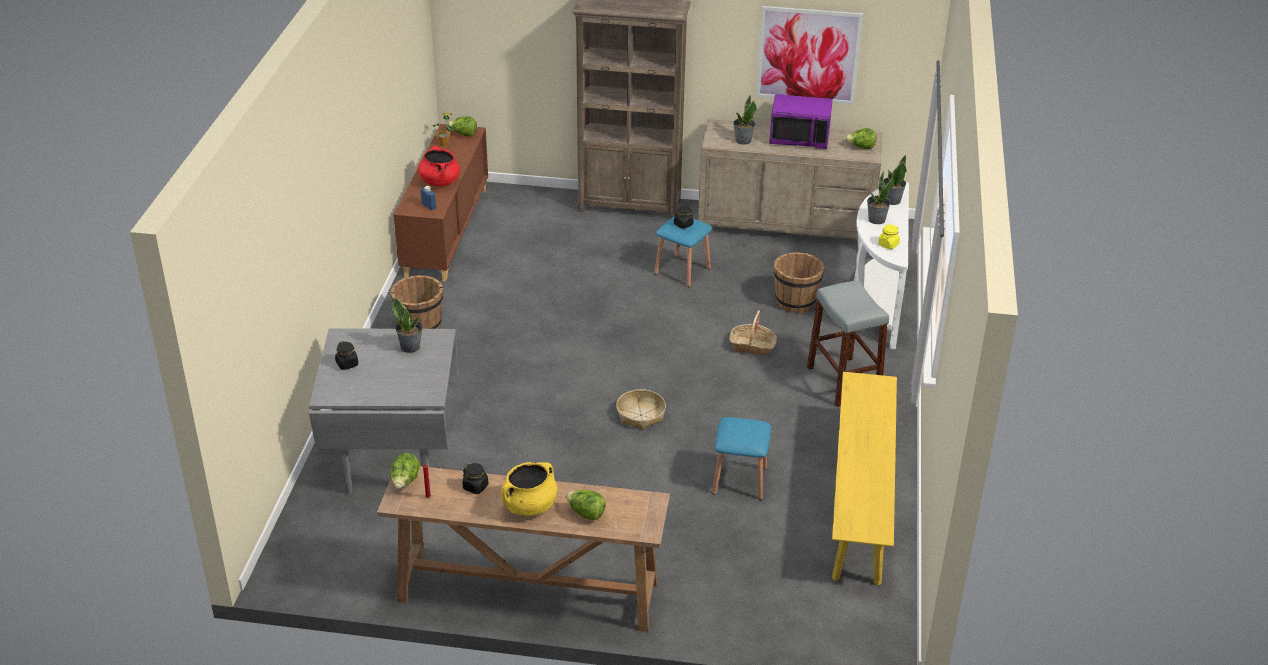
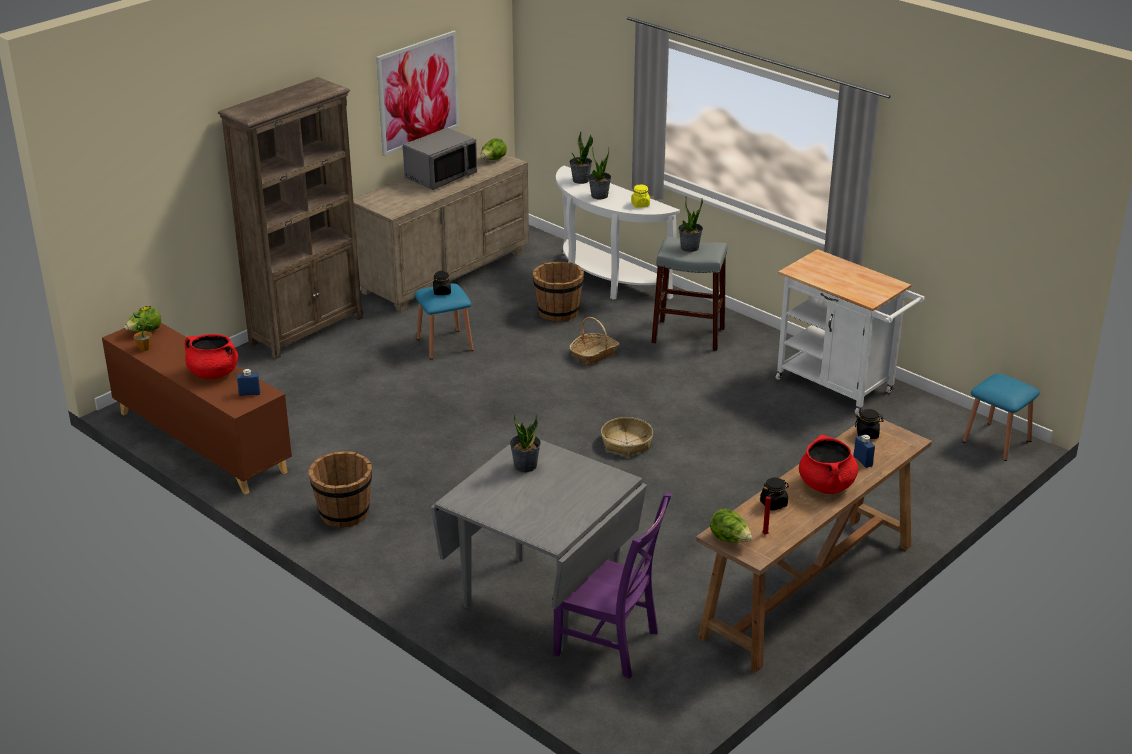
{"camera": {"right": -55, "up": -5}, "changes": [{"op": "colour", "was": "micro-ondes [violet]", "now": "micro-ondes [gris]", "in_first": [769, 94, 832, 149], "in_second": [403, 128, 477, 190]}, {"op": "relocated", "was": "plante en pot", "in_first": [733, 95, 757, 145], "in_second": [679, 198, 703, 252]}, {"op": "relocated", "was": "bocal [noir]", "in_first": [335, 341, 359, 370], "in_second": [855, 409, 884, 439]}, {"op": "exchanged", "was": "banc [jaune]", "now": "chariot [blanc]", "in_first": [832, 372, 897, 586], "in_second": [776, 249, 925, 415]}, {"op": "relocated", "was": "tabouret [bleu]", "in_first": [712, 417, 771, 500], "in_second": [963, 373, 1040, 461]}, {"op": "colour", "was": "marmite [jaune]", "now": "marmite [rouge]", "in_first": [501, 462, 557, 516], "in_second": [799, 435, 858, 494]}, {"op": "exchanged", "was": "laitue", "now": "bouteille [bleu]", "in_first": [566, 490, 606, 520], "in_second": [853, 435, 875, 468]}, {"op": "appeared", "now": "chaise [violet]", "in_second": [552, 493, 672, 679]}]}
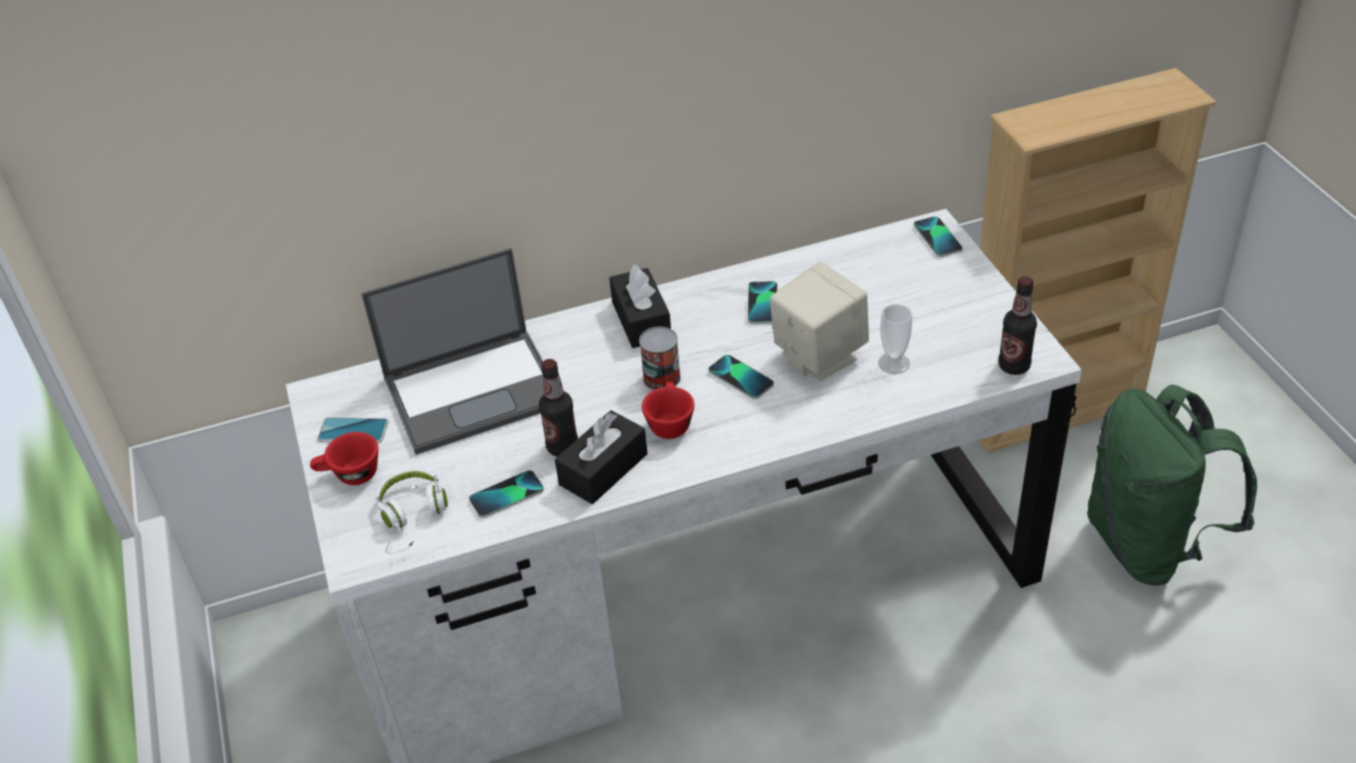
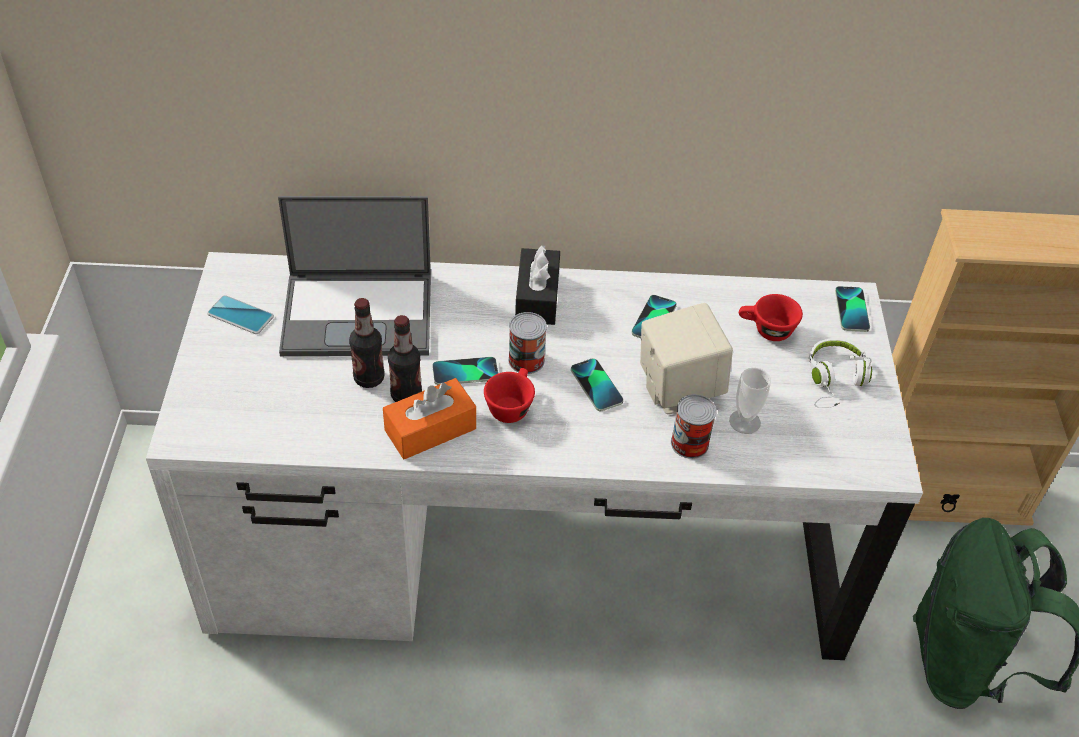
{"camera": {"right": 15, "up": 5}, "changes": [{"op": "relocated", "was": "bouteille", "in_first": [998, 276, 1037, 375], "in_second": [349, 298, 385, 388]}, {"op": "colour", "was": "boîte à mouchoirs [noir]", "now": "boîte à mouchoirs [orange]", "in_first": [555, 410, 648, 504], "in_second": [383, 378, 476, 459]}, {"op": "relocated", "was": "tasse [rouge]", "in_first": [310, 432, 378, 485], "in_second": [739, 294, 803, 341]}, {"op": "relocated", "was": "casque audio [blanc]", "in_first": [376, 469, 448, 554], "in_second": [808, 339, 872, 408]}, {"op": "relocated", "was": "téléphone", "in_first": [469, 470, 544, 518], "in_second": [432, 357, 498, 385]}, {"op": "appeared", "now": "boîte métallique", "in_second": [671, 394, 717, 459]}]}
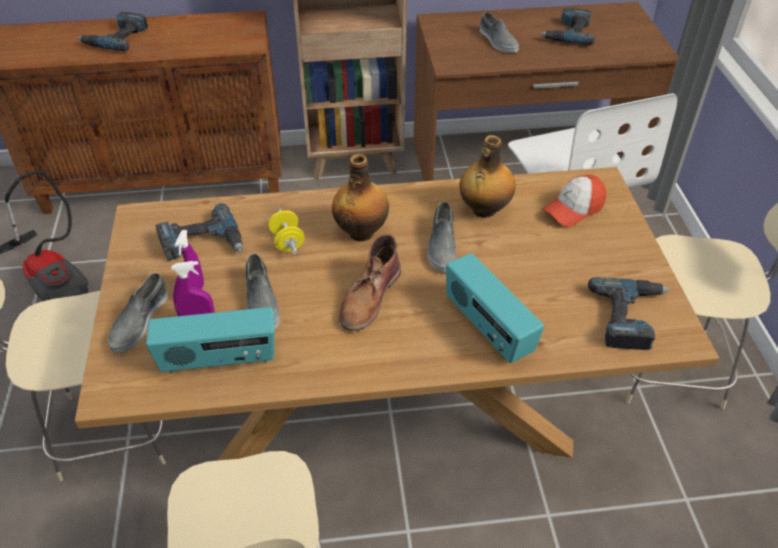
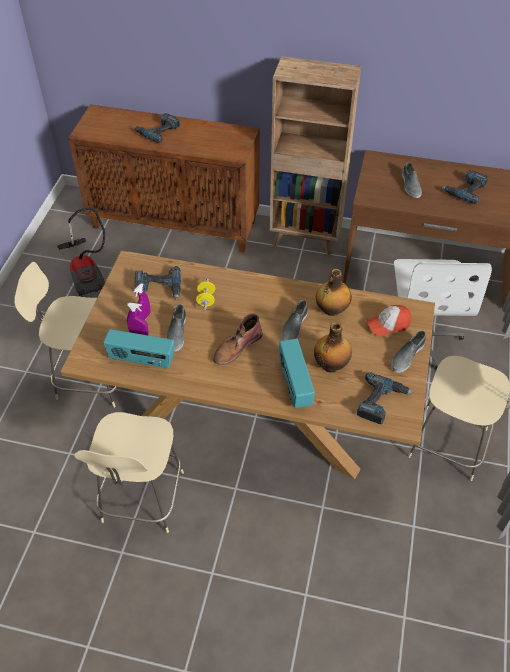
{"camera": {"right": 20, "up": 5}, "changes": [{"op": "relocated", "was": "bouteille", "in_first": [332, 154, 389, 241], "in_second": [314, 322, 352, 373]}, {"op": "relocated", "was": "chaussure [gris]", "in_first": [108, 273, 168, 353], "in_second": [391, 331, 426, 373]}]}
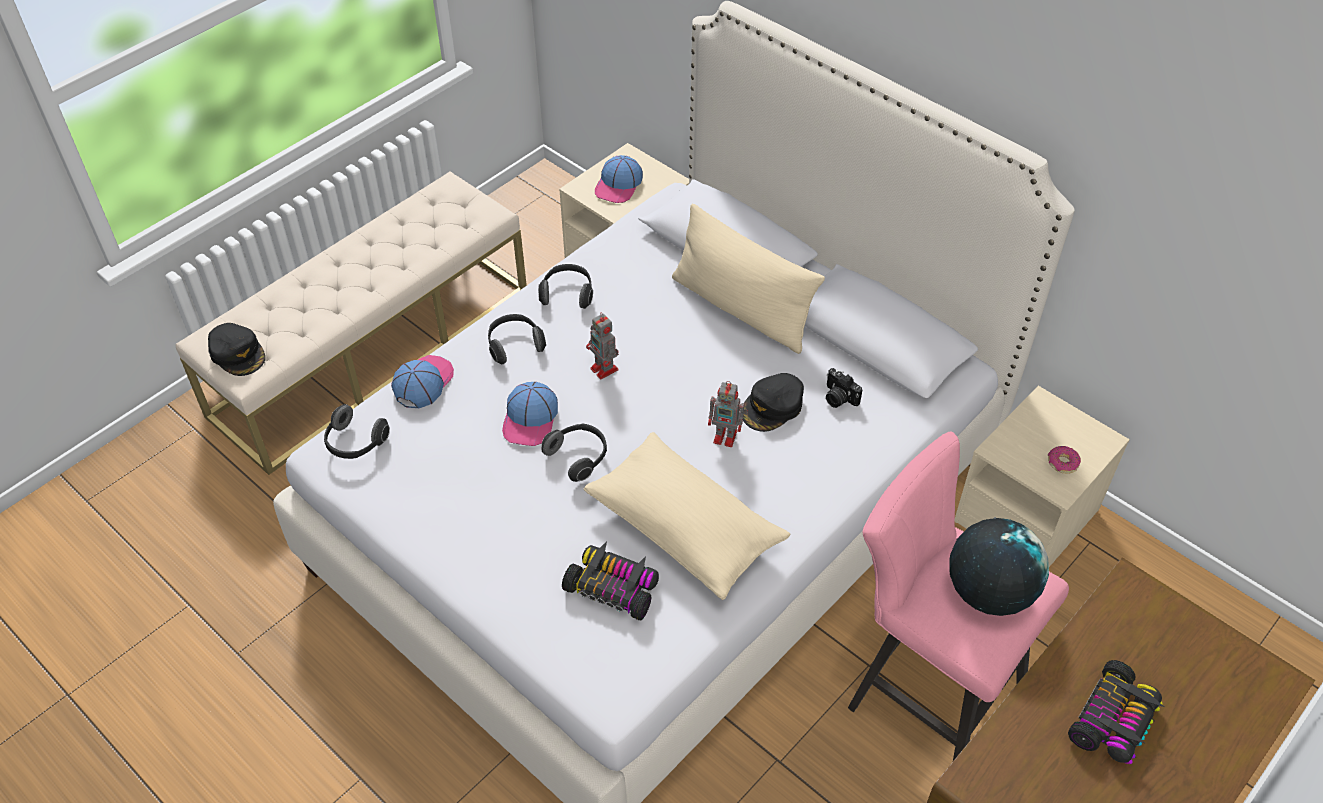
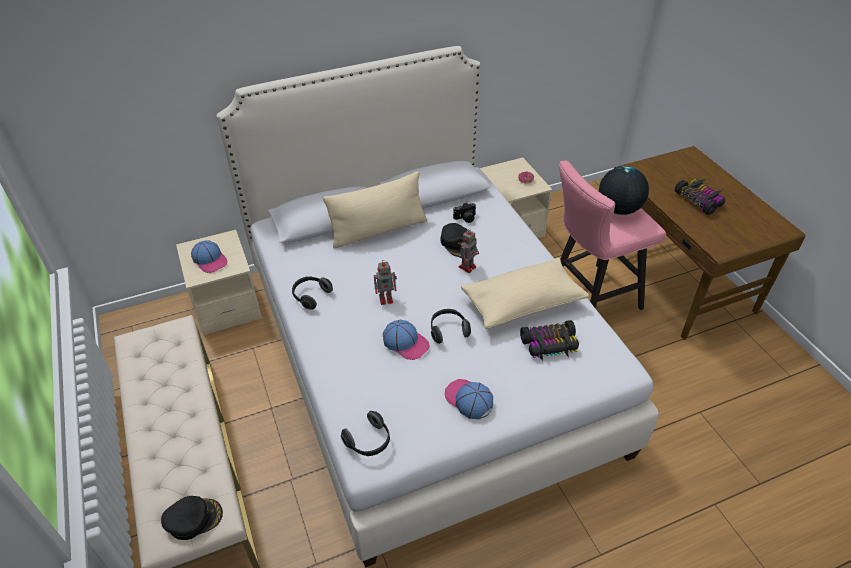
{"camera": {"right": -65, "up": -5}, "changes": [{"op": "missing", "was": "casque audio", "in_first": [488, 314, 546, 365]}, {"op": "relocated", "was": "casquette", "in_first": [391, 355, 454, 408], "in_second": [445, 379, 493, 419]}, {"op": "spun", "was": "petite voiture", "in_first": [562, 541, 659, 621], "in_second": [520, 320, 579, 361], "clockwise": -150}]}
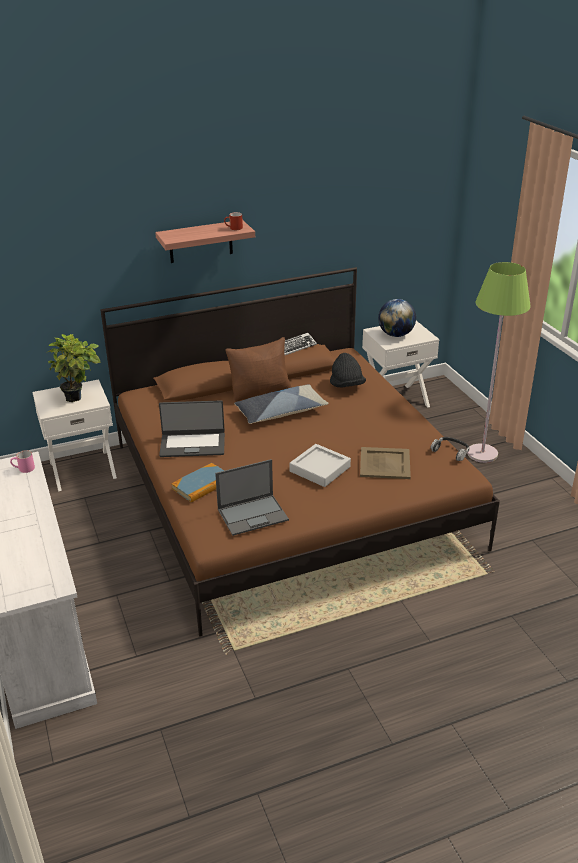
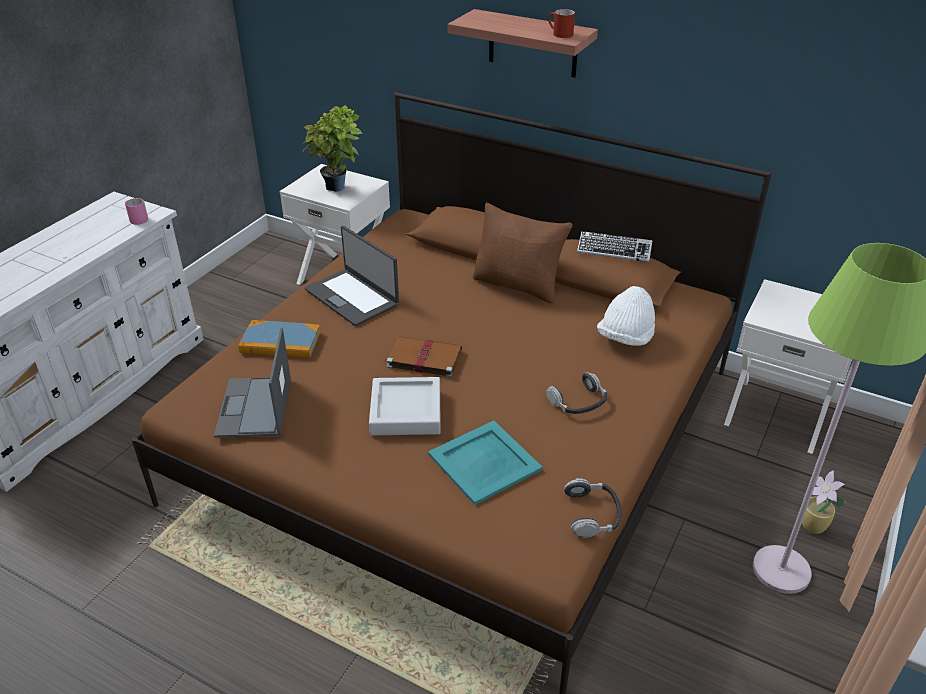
{"camera": {"right": 50, "up": 5}, "changes": [{"op": "missing", "was": "globe", "in_first": [378, 299, 416, 337]}, {"op": "colour", "was": "chapeau [noir]", "now": "chapeau [blanc]", "in_first": [330, 353, 366, 387], "in_second": [597, 286, 655, 346]}, {"op": "missing", "was": "coussin", "in_first": [234, 385, 328, 424]}, {"op": "colour", "was": "plateau [beige]", "now": "plateau [turquoise]", "in_first": [360, 447, 411, 479], "in_second": [428, 421, 543, 505]}, {"op": "spun", "was": "ordinateur portable", "in_first": [215, 459, 289, 536], "in_second": [214, 328, 291, 438], "clockwise": 60}, {"op": "appeared", "now": "livre [marron]", "in_second": [383, 336, 462, 377]}, {"op": "appeared", "now": "casque audio", "in_second": [546, 372, 607, 414]}, {"op": "appeared", "now": "plante en pot", "in_second": [802, 470, 846, 534]}]}
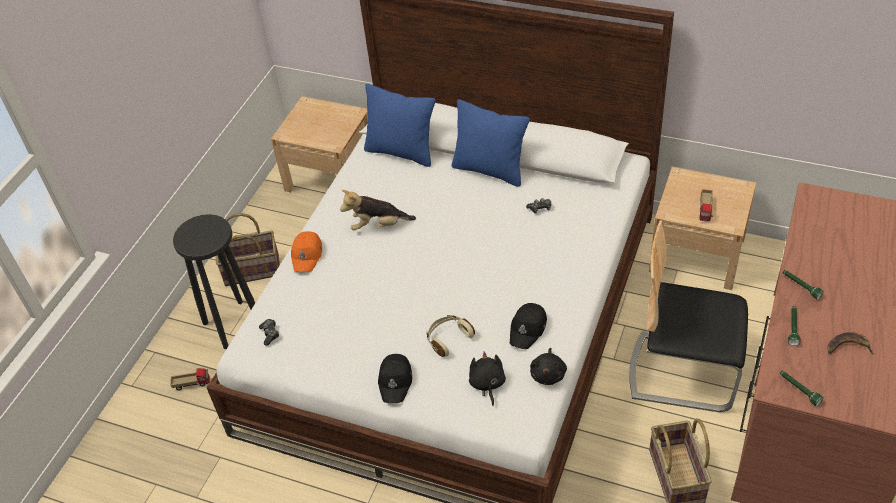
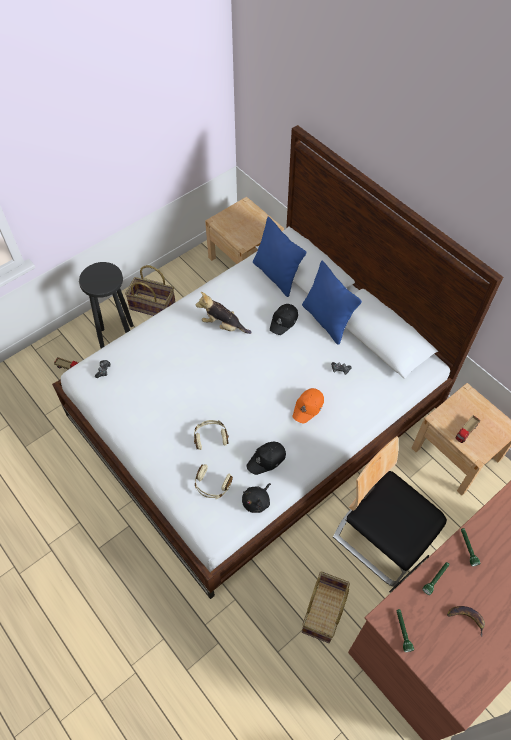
{"camera": {"right": 25, "up": 10}, "changes": [{"op": "relocated", "was": "casquette [orange]", "in_first": [291, 231, 322, 272], "in_second": [293, 388, 324, 423]}, {"op": "exchanged", "was": "peluche [noir]", "now": "casque audio [beige]", "in_first": [469, 352, 506, 406], "in_second": [195, 464, 233, 499]}, {"op": "relocated", "was": "casquette [noir]", "in_first": [378, 354, 412, 403], "in_second": [270, 304, 298, 335]}]}
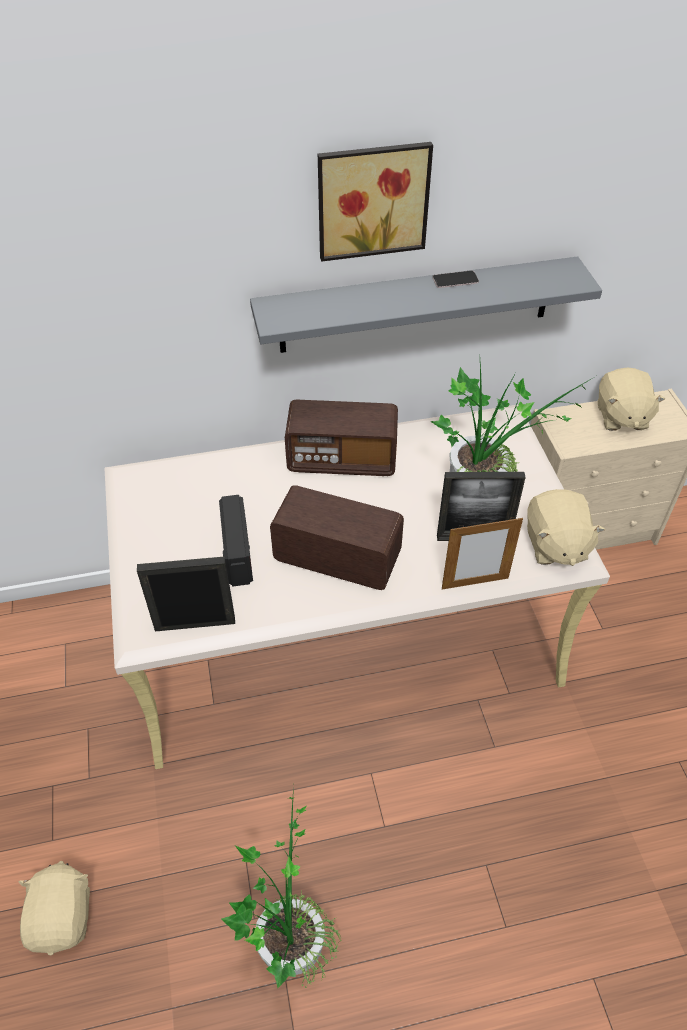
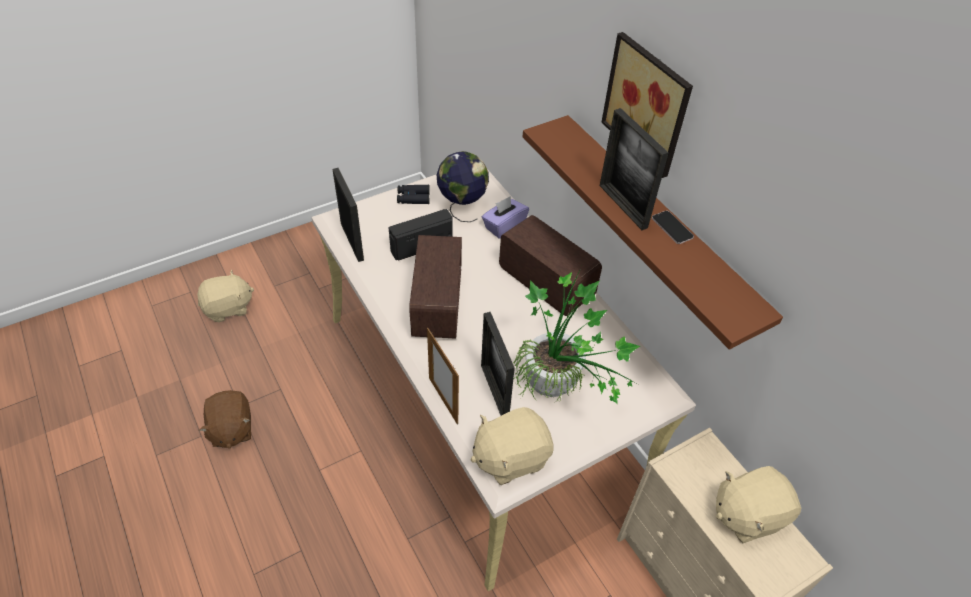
{"camera": {"right": 70, "up": 0}, "changes": [{"op": "colour", "was": "étagère [gris]", "now": "étagère [marron]", "in_first": [250, 256, 602, 353], "in_second": [523, 115, 783, 350]}, {"op": "spun", "was": "radio", "in_first": [285, 400, 398, 476], "in_second": [499, 215, 602, 316], "clockwise": 150}, {"op": "exchanged", "was": "plante en pot", "now": "peluche [marron]", "in_first": [221, 785, 341, 988], "in_second": [199, 390, 251, 449]}, {"op": "appeared", "now": "cadre photo", "in_second": [600, 108, 669, 230]}, {"op": "appeared", "now": "globe", "in_second": [437, 151, 489, 222]}, {"op": "appeared", "now": "jumelles [noir]", "in_second": [397, 185, 430, 204]}, {"op": "appeared", "now": "boîte à mouchoirs [violet]", "in_second": [482, 196, 529, 239]}]}
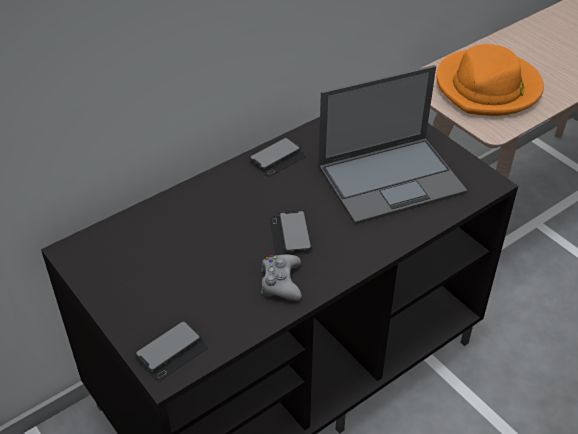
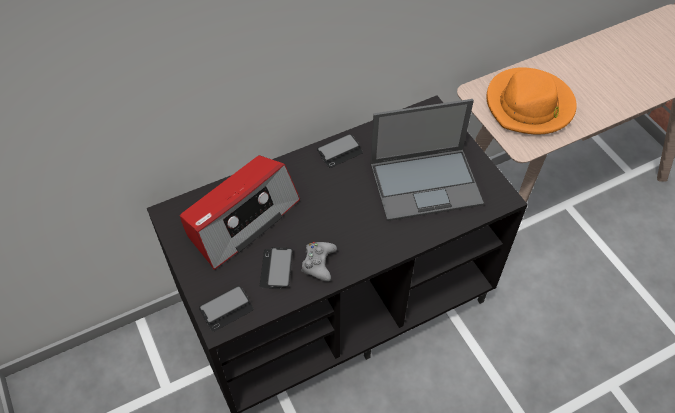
{"camera": {"right": 10, "up": 10}, "changes": [{"op": "relocated", "was": "téléphone", "in_first": [270, 210, 312, 255], "in_second": [260, 247, 293, 289]}, {"op": "appeared", "now": "radio", "in_second": [180, 155, 300, 270]}]}
